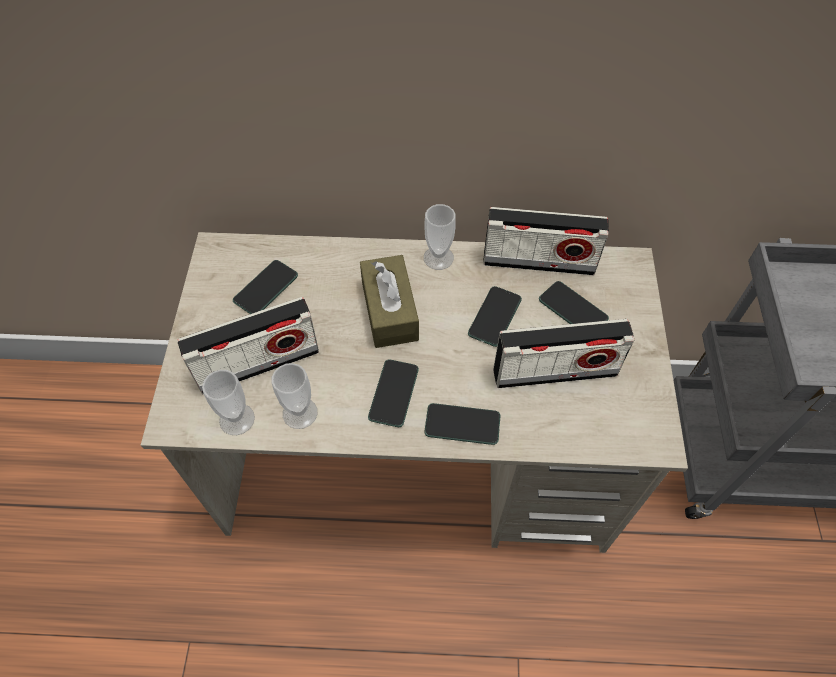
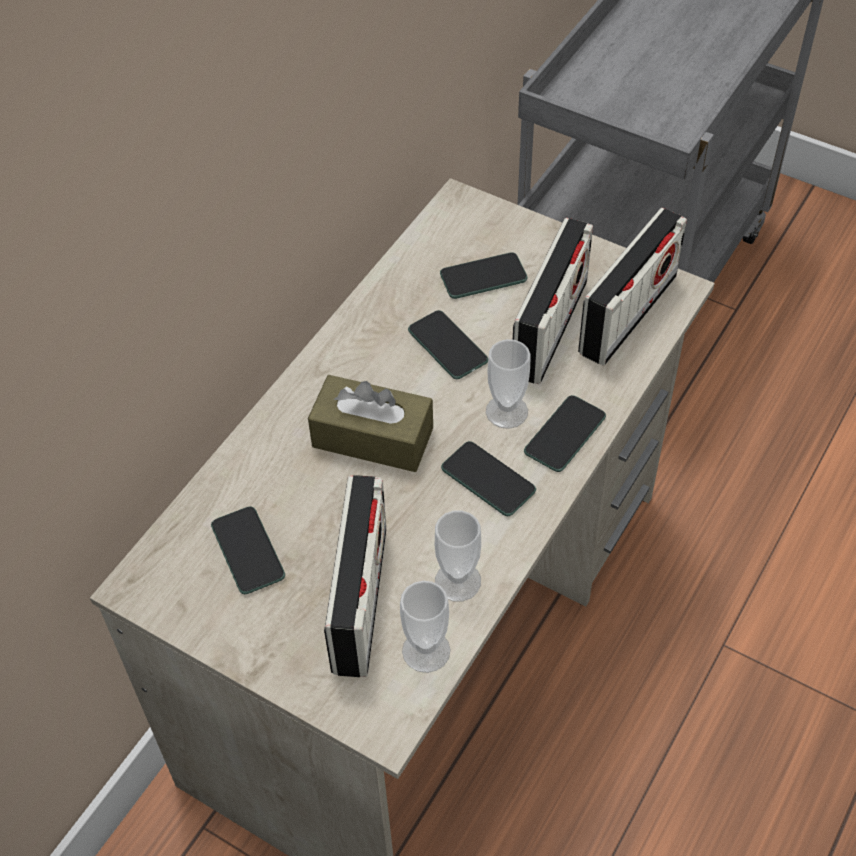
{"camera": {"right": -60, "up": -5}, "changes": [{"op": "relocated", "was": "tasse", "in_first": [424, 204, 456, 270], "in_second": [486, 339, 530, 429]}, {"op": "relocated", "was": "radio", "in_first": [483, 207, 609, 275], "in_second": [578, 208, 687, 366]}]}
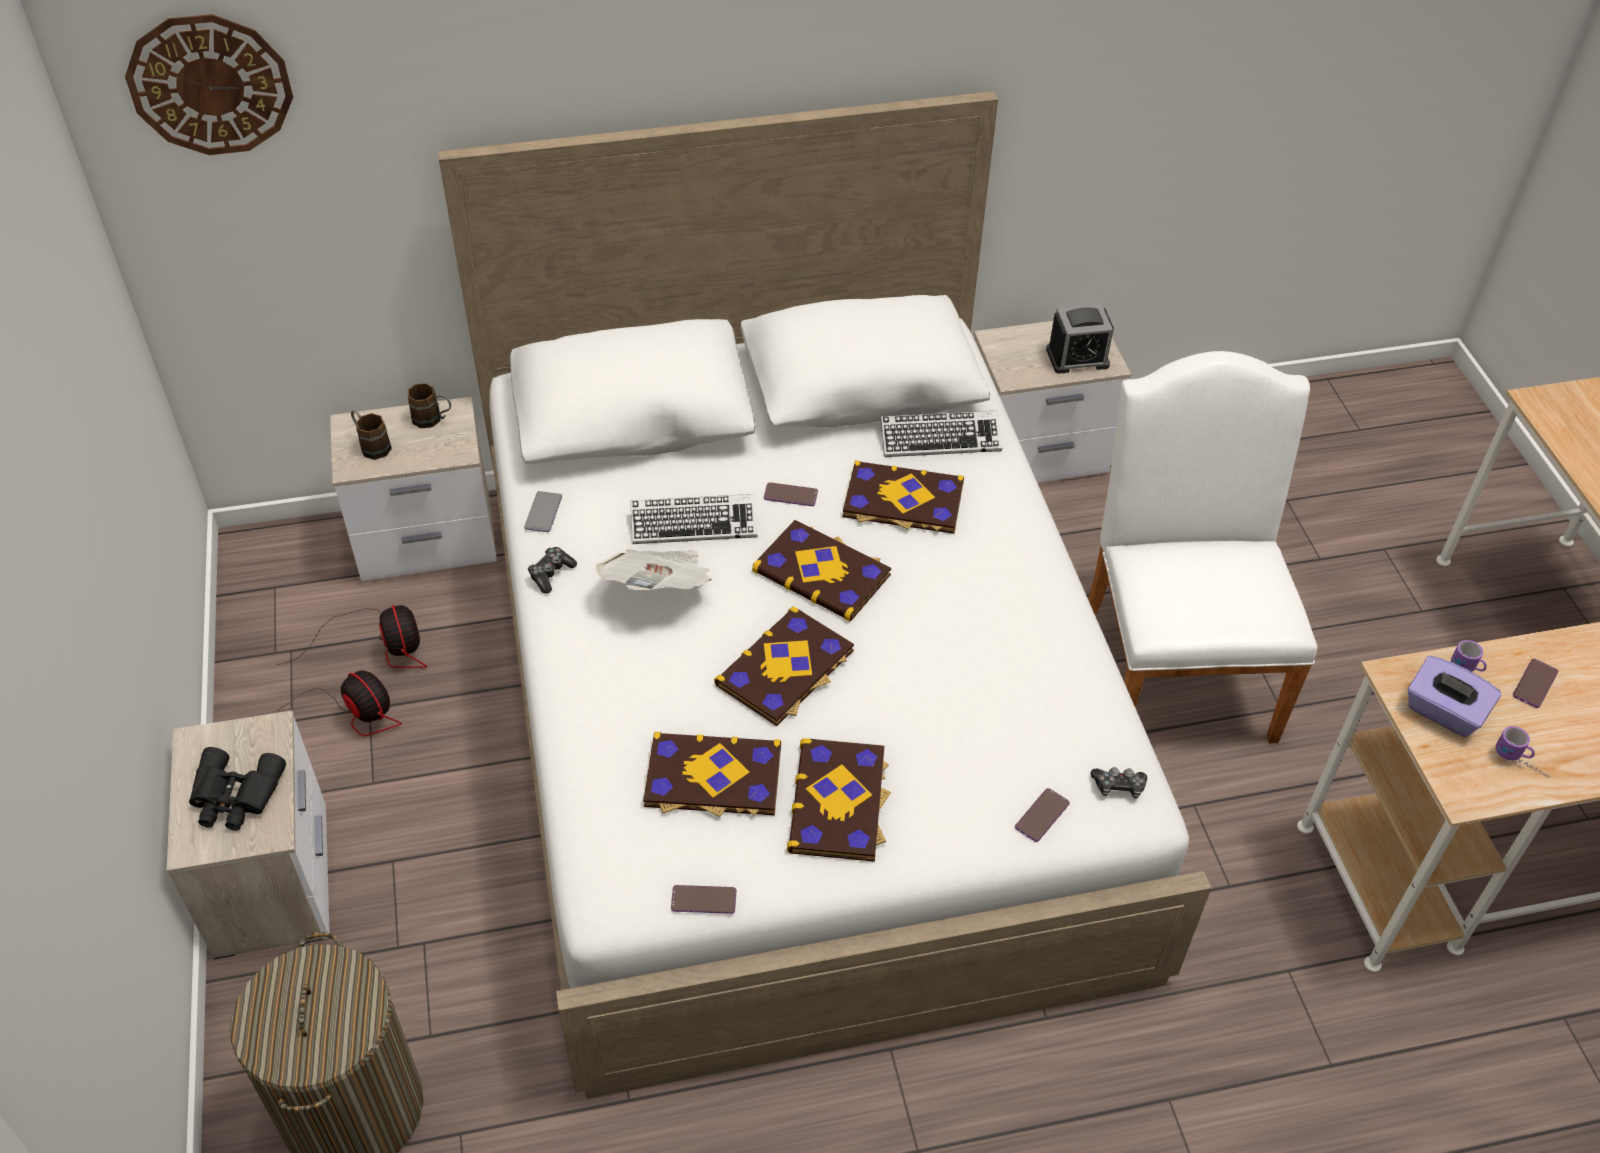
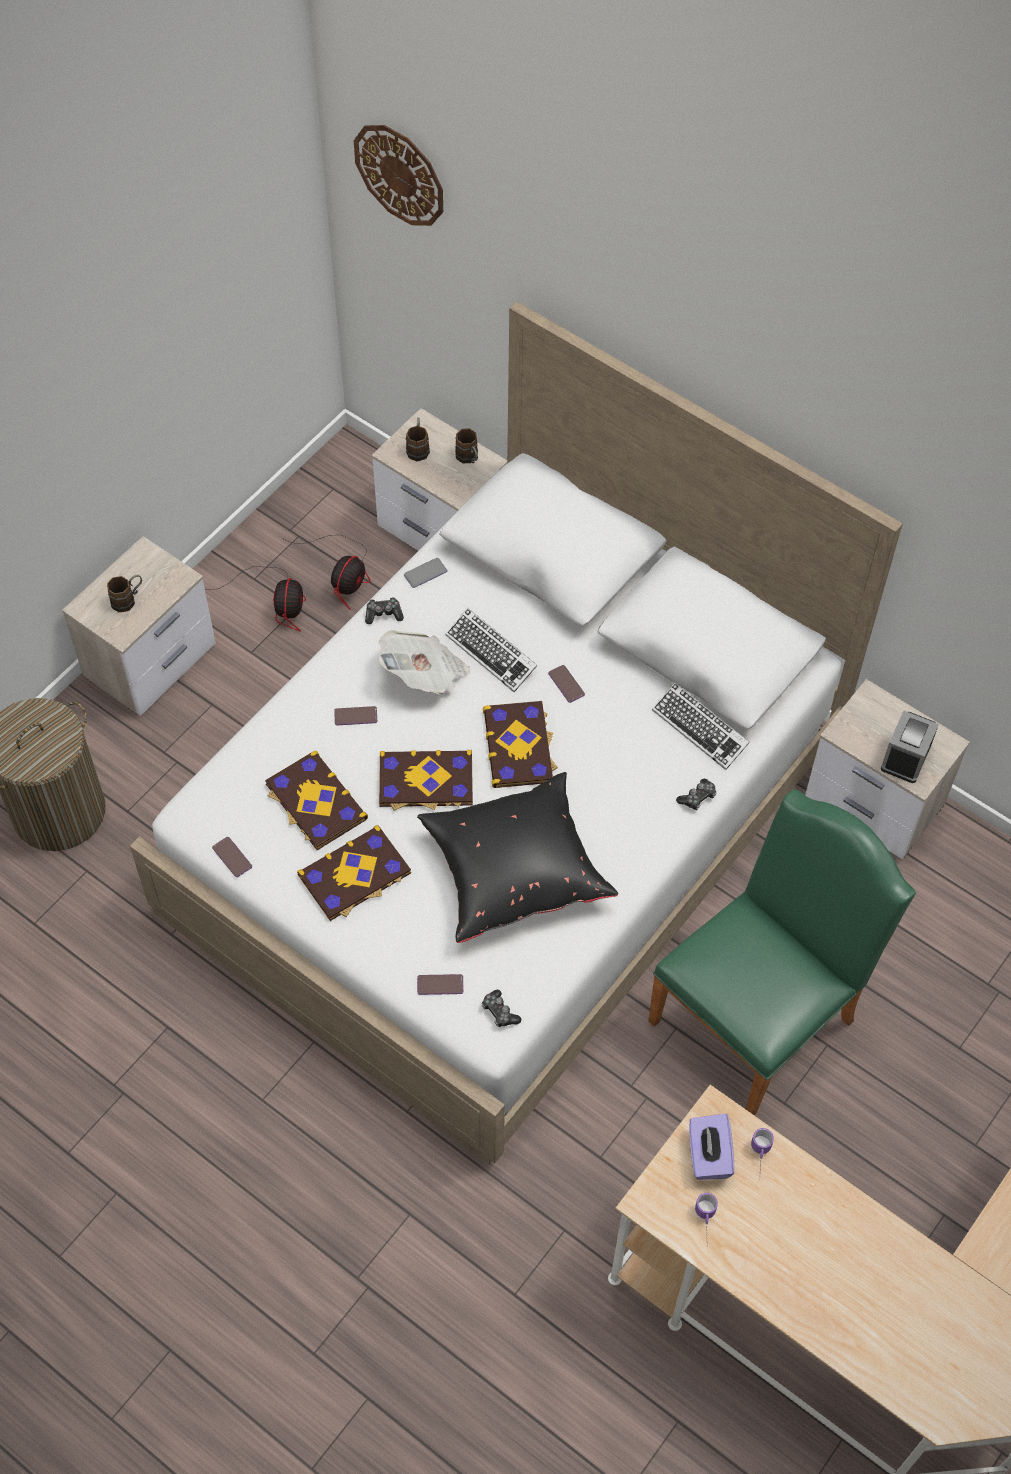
{"camera": {"right": 50, "up": 10}, "changes": [{"op": "spun", "was": "réveil", "in_first": [1046, 304, 1114, 374], "in_second": [881, 711, 939, 783], "clockwise": 75}, {"op": "colour", "was": "chaise [blanc]", "now": "chaise [vert]", "in_first": [1088, 351, 1317, 743], "in_second": [648, 789, 916, 1115]}, {"op": "missing", "was": "livre", "in_first": [843, 460, 964, 534]}, {"op": "relocated", "was": "téléphone", "in_first": [1513, 659, 1558, 708], "in_second": [334, 706, 377, 725]}, {"op": "exchanged", "was": "jumelles [noir]", "now": "mug [marron]", "in_first": [189, 747, 286, 831], "in_second": [107, 575, 142, 612]}, {"op": "appeared", "now": "coussin [noir]", "in_second": [417, 772, 618, 943]}, {"op": "appeared", "now": "manette", "in_second": [676, 779, 716, 810]}]}
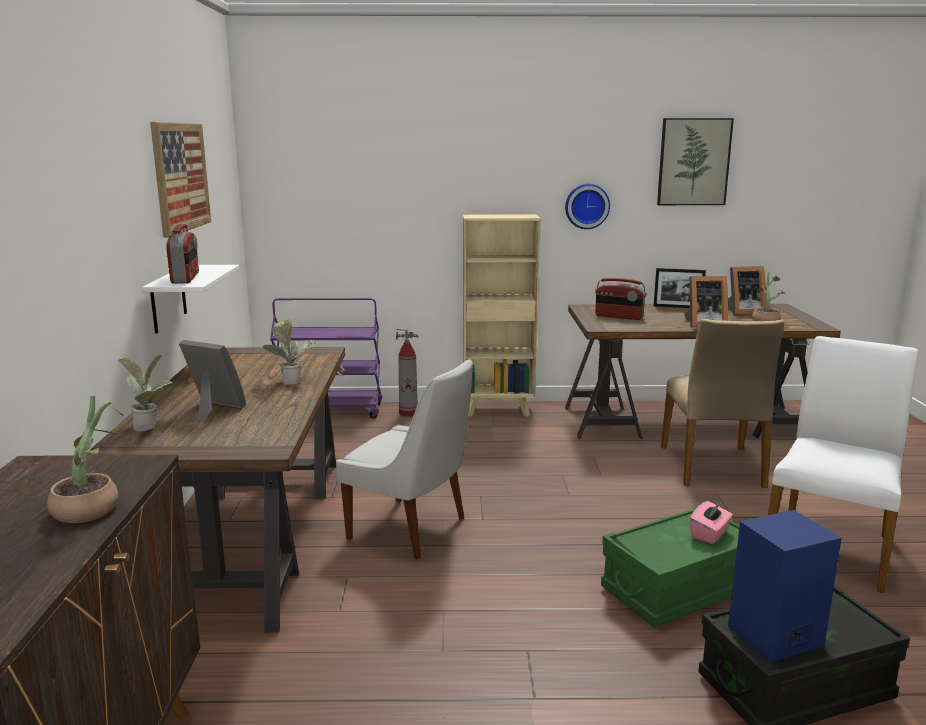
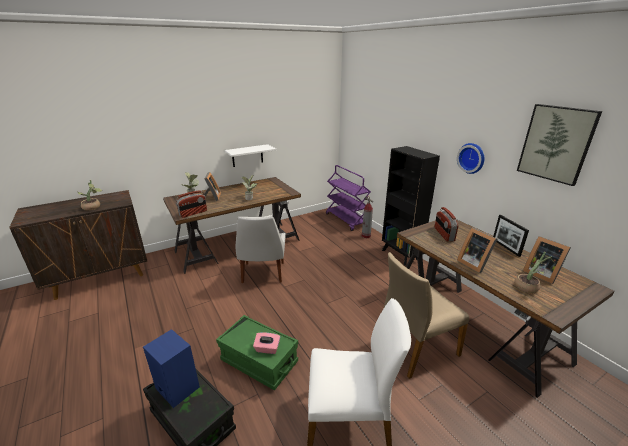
{"camera": {"right": 60, "up": 10}, "changes": [{"op": "missing", "was": "tableau", "in_first": [150, 122, 211, 238]}, {"op": "colour", "was": "bibliothèque [beige]", "now": "bibliothèque [noir]", "in_first": [463, 215, 541, 417], "in_second": [382, 146, 440, 266]}, {"op": "relocated", "was": "radio", "in_first": [166, 224, 199, 284], "in_second": [176, 190, 207, 218]}]}
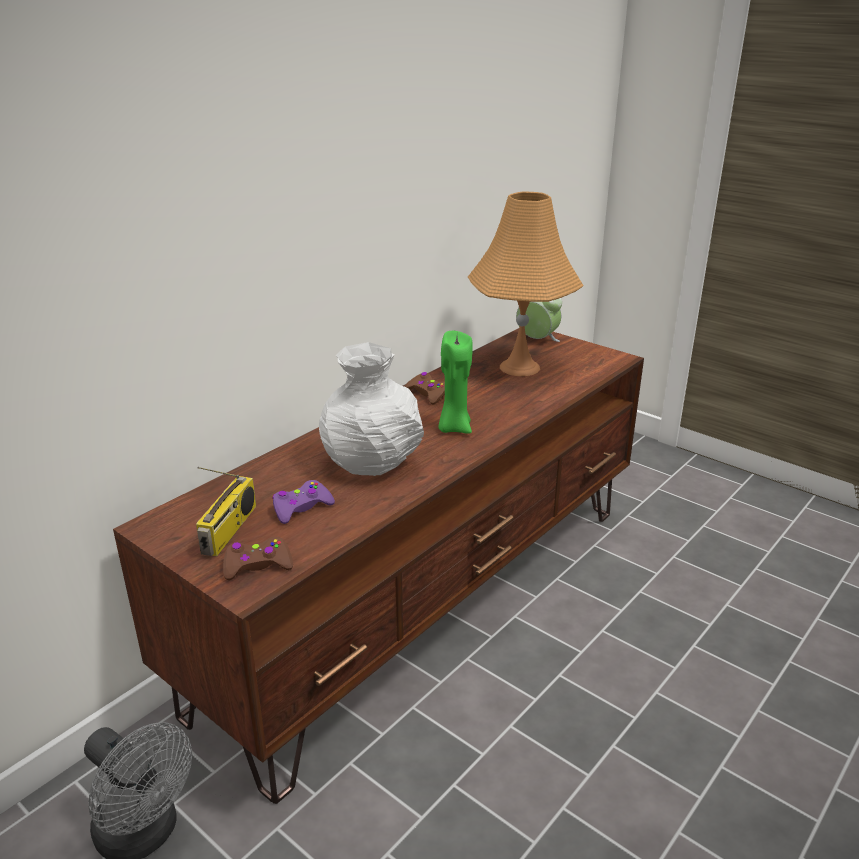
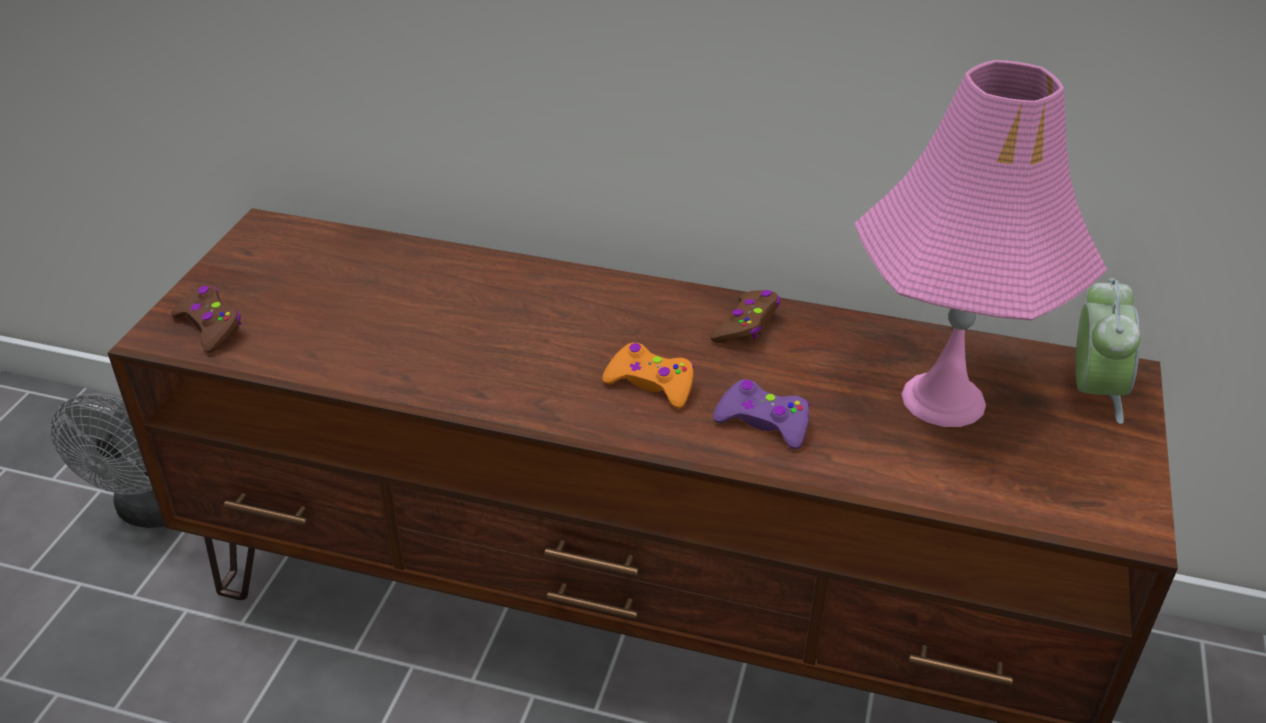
{"camera": {"right": 65, "up": 10}, "changes": [{"op": "colour", "was": "lampe de table [orange]", "now": "lampe de table [rose]", "in_first": [468, 192, 584, 376], "in_second": [854, 60, 1107, 427]}, {"op": "exchanged", "was": "bougie [vert]", "now": "manette [orange]", "in_first": [438, 331, 473, 434], "in_second": [602, 343, 694, 409]}, {"op": "missing", "was": "vase [blanc]", "in_first": [319, 342, 424, 476]}, {"op": "missing", "was": "radio", "in_first": [196, 467, 256, 556]}, {"op": "relocated", "was": "manette [violet]", "in_first": [273, 480, 335, 524], "in_second": [713, 379, 809, 449]}]}
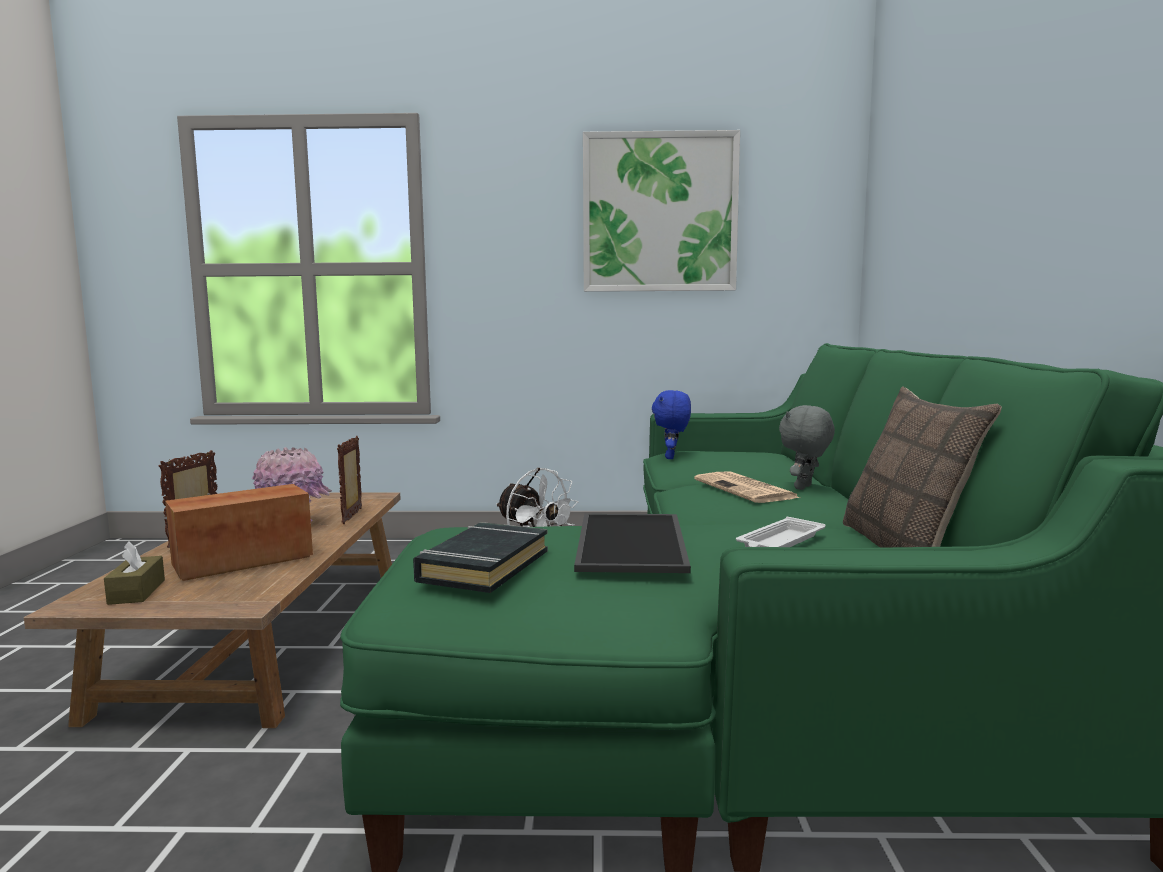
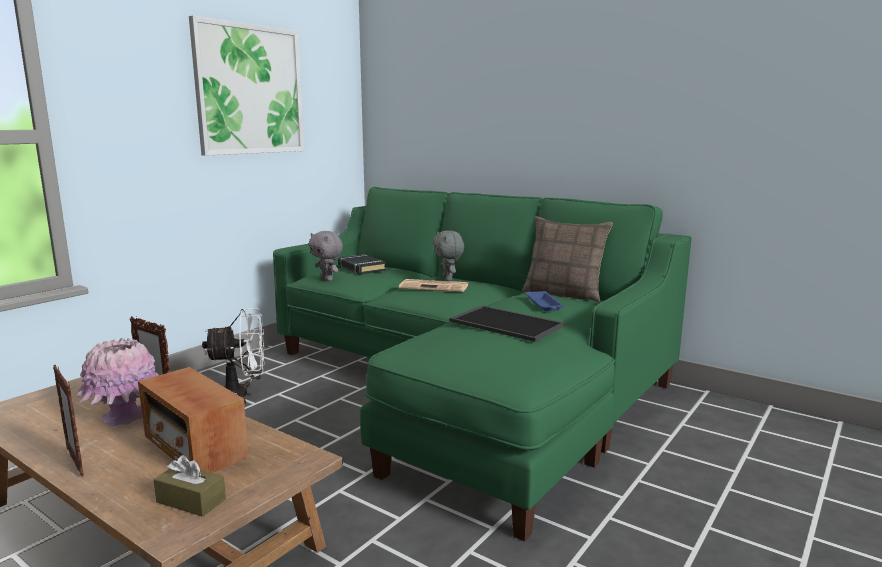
{"camera": {"right": -55, "up": 5}, "changes": [{"op": "colour", "was": "peluche [bleu]", "now": "peluche [gris]", "in_first": [652, 390, 691, 459], "in_second": [309, 231, 343, 281]}, {"op": "spun", "was": "radio", "in_first": [165, 484, 313, 581], "in_second": [138, 367, 249, 473], "clockwise": -45}, {"op": "colour", "was": "plateau [blanc]", "now": "plateau [bleu]", "in_first": [736, 517, 825, 547], "in_second": [525, 291, 564, 311]}, {"op": "relocated", "was": "livre [noir]", "in_first": [413, 522, 548, 593], "in_second": [338, 254, 386, 274]}]}
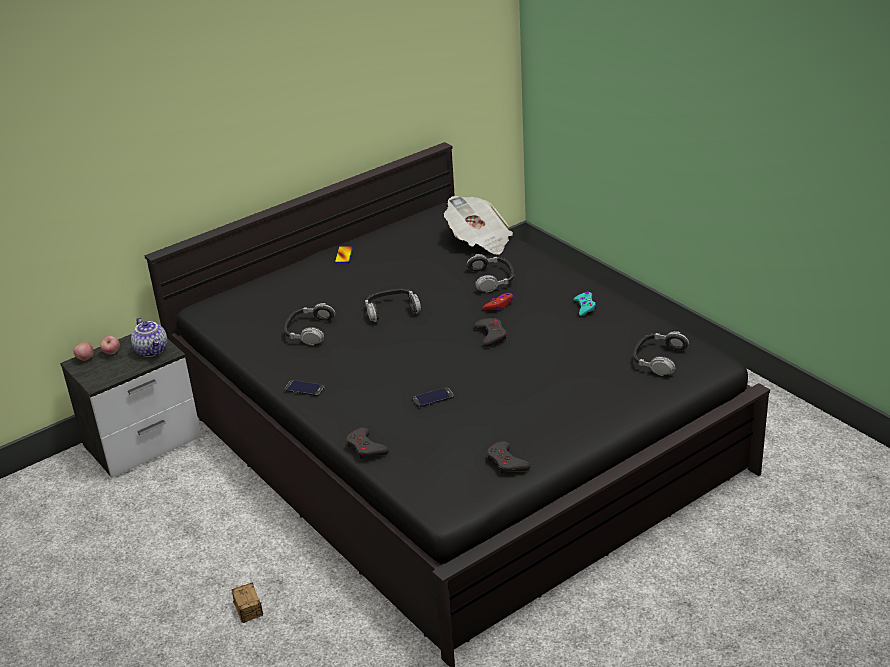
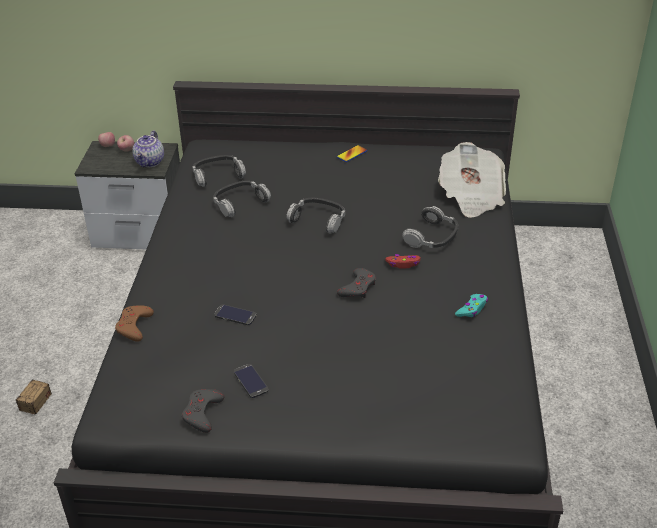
{"camera": {"right": 40, "up": 5}, "changes": [{"op": "relocated", "was": "casque audio", "in_first": [633, 331, 689, 376], "in_second": [192, 155, 246, 187]}, {"op": "relocated", "was": "téléphone", "in_first": [285, 380, 325, 396], "in_second": [234, 364, 269, 398]}, {"op": "colour", "was": "manette [gris]", "now": "manette [marron]", "in_first": [346, 428, 389, 459], "in_second": [115, 305, 154, 342]}]}
